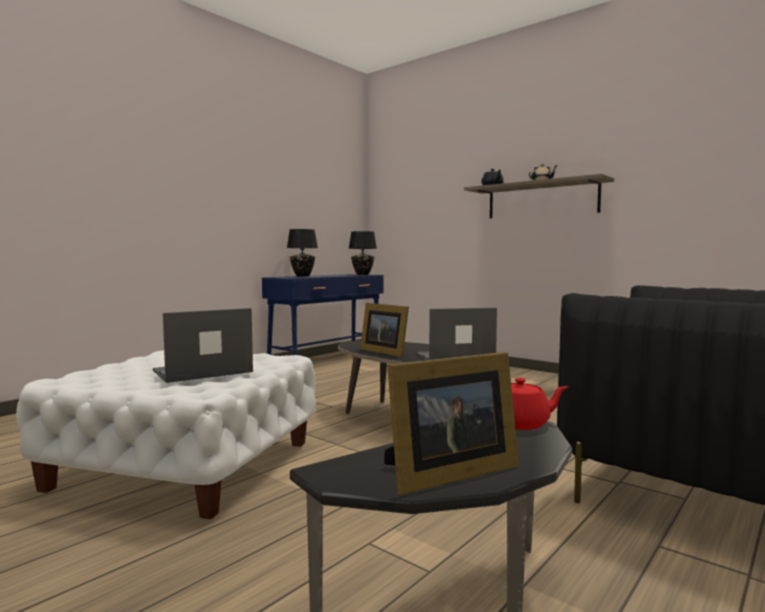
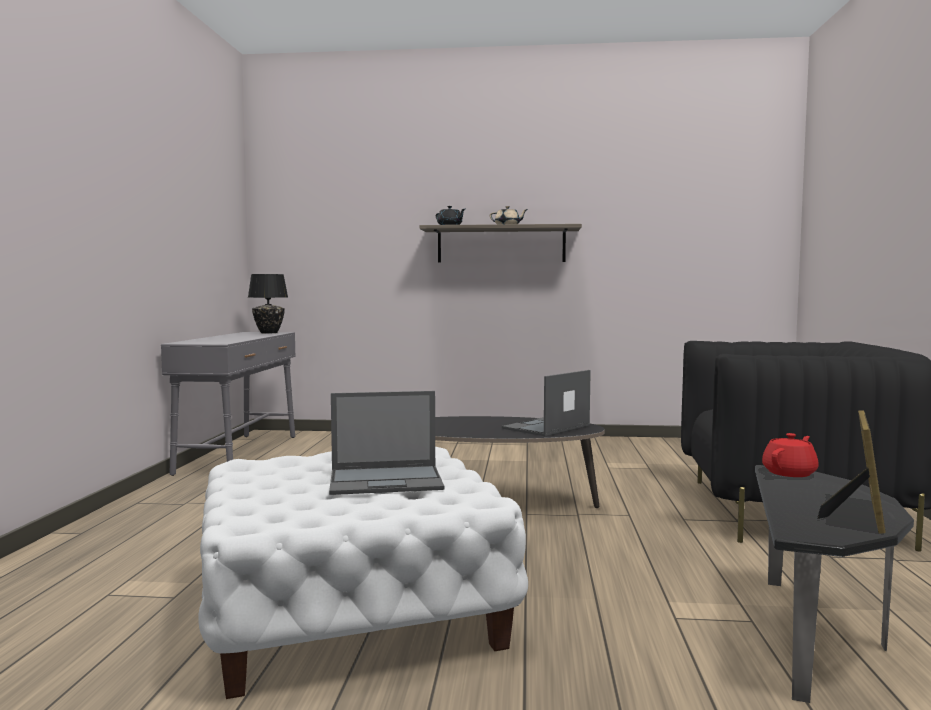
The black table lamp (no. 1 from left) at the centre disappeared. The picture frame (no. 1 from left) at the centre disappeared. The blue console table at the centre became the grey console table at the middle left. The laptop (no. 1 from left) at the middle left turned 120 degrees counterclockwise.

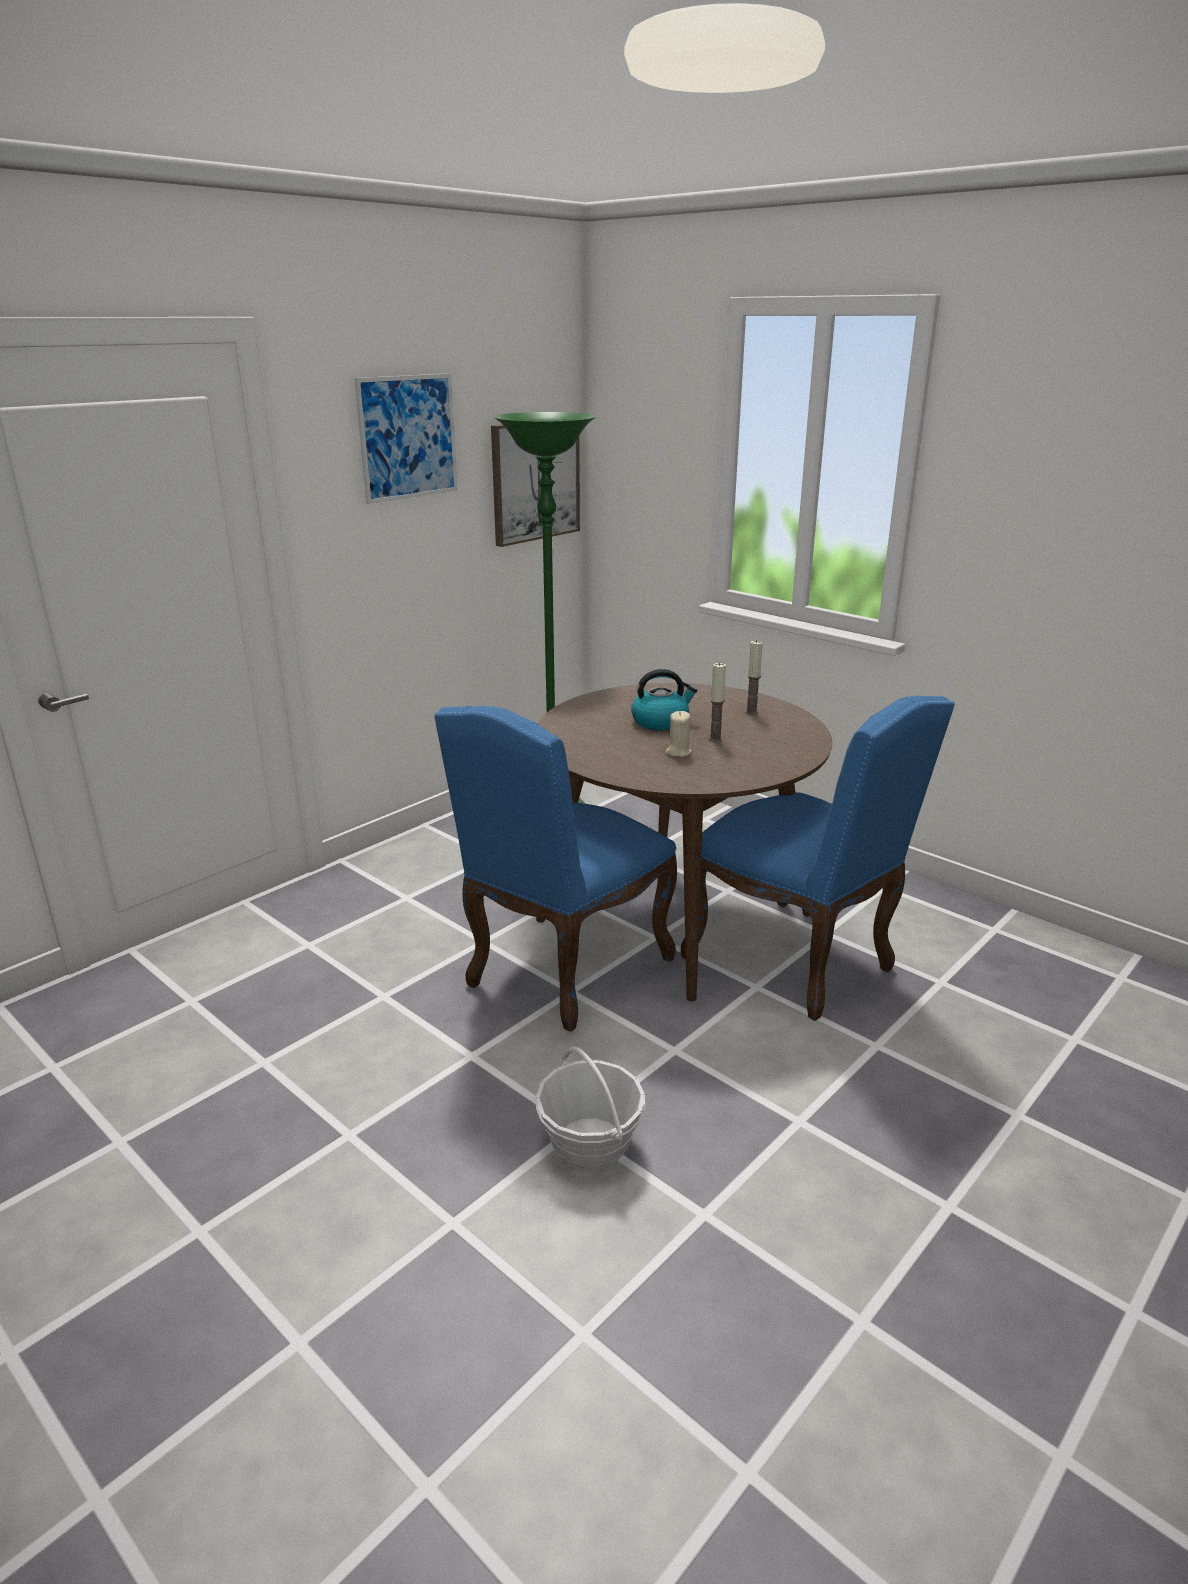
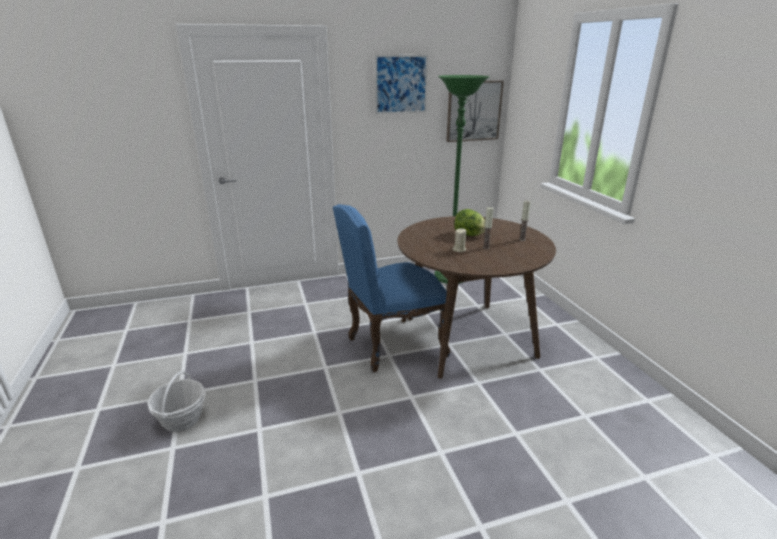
The blue chair (no. 2 from left) at the middle right disappeared. The basket moved from the bottom centre to the bottom left. The kettle at the centre was replaced by the lettuce at the centre.

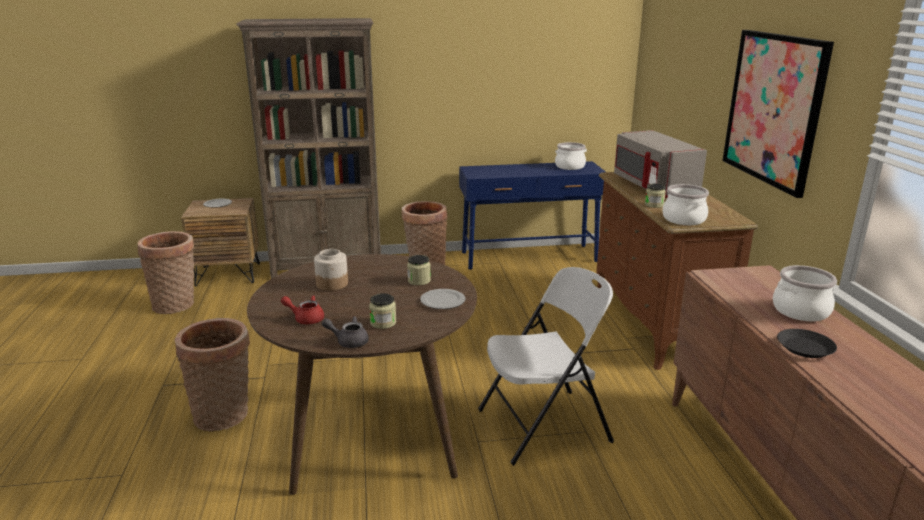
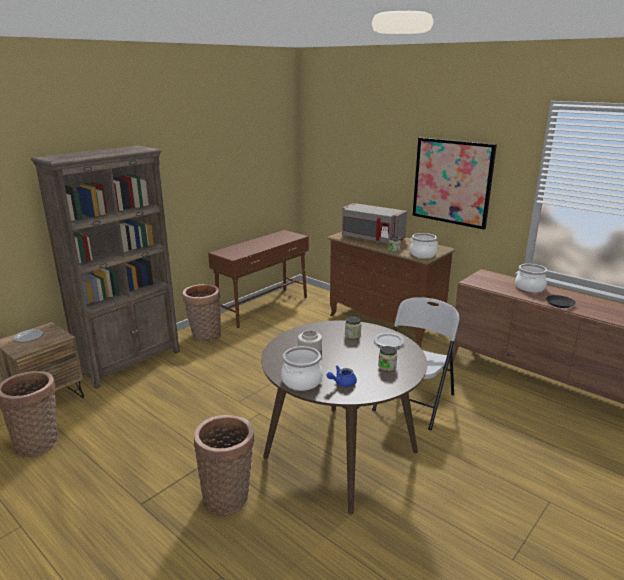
The grey teapot at the centre disappeared. The cooking pot (no. 1 from left) moved from the top centre to the centre. The red teapot at the middle left became the blue teapot at the centre. The blue console table at the centre became the brown console table at the centre.

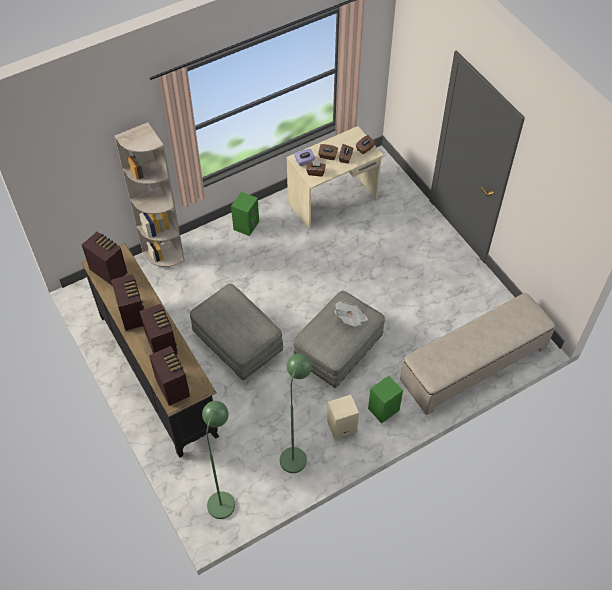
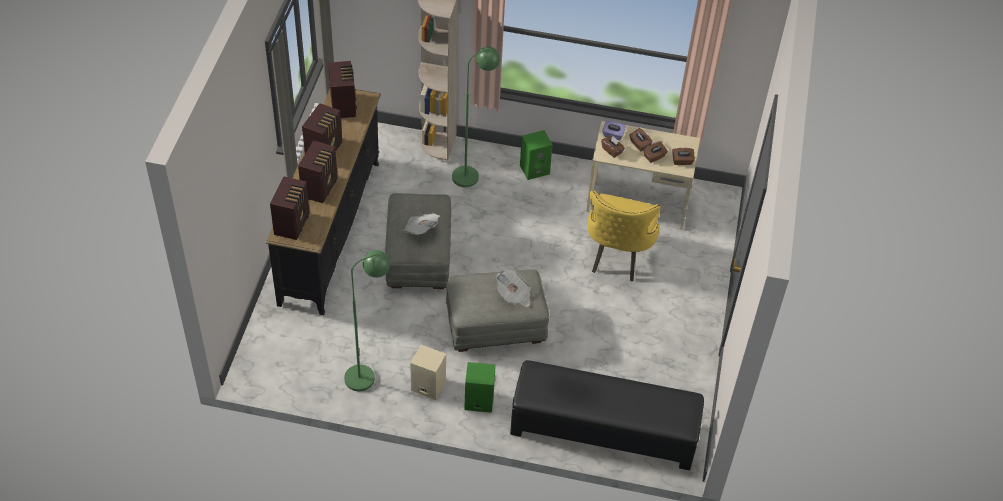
The newspaper (no. 1 from left) at the centre appeared. The yellow chair at the centre appeared. The green floor lamp (no. 1 from left in the first image) moved from the bottom centre to the top centre. The beige bench at the middle right became the black bench at the bottom centre.

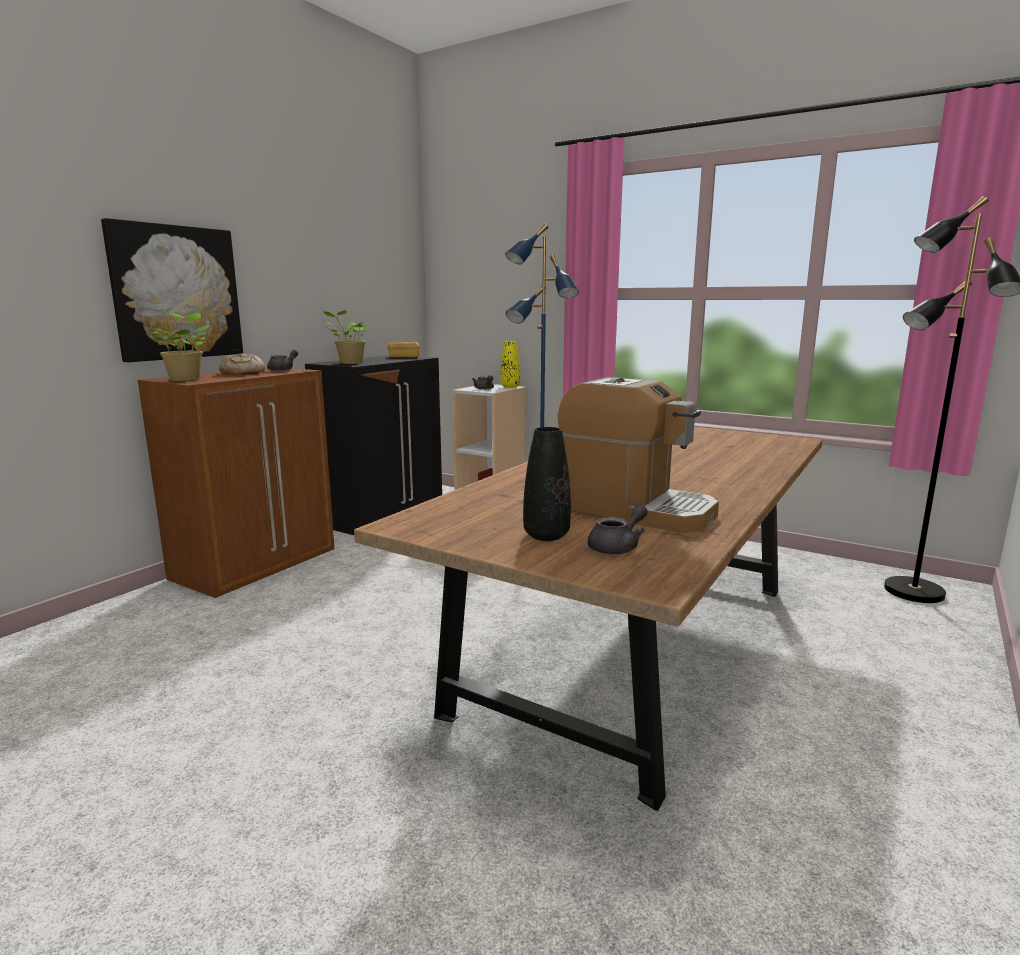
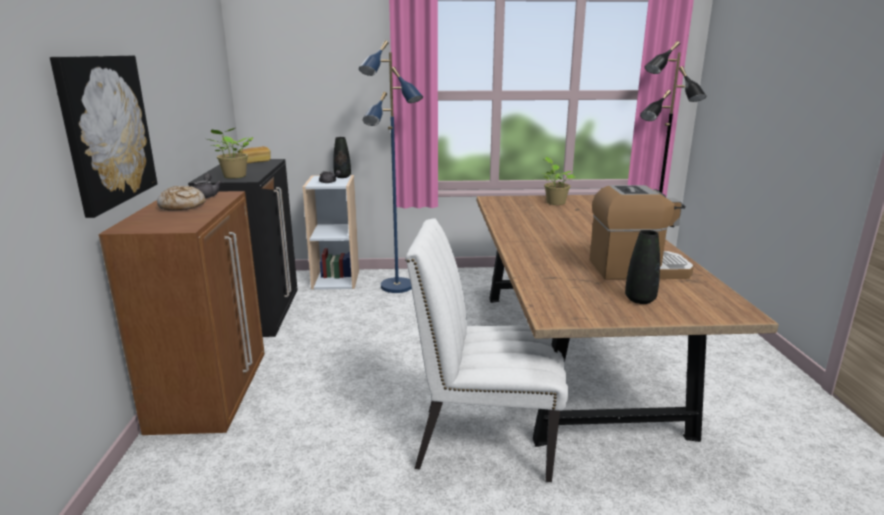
The grey teapot (no. 3 from left) at the centre disappeared. The white chair at the bottom centre appeared. The potted plant (no. 1 from left in the first image) moved from the middle left to the centre. The yellow vase at the centre became the black vase (no. 1 from left) at the top centre.

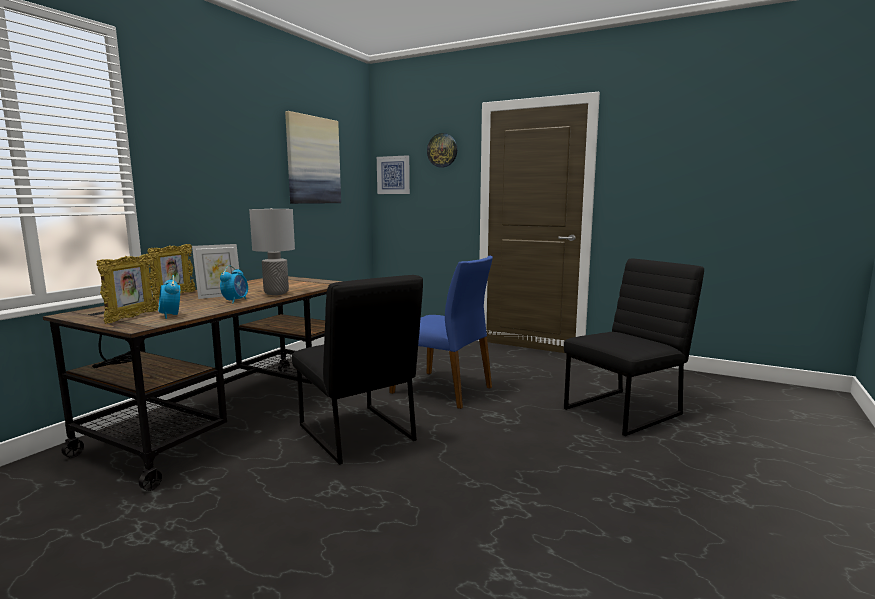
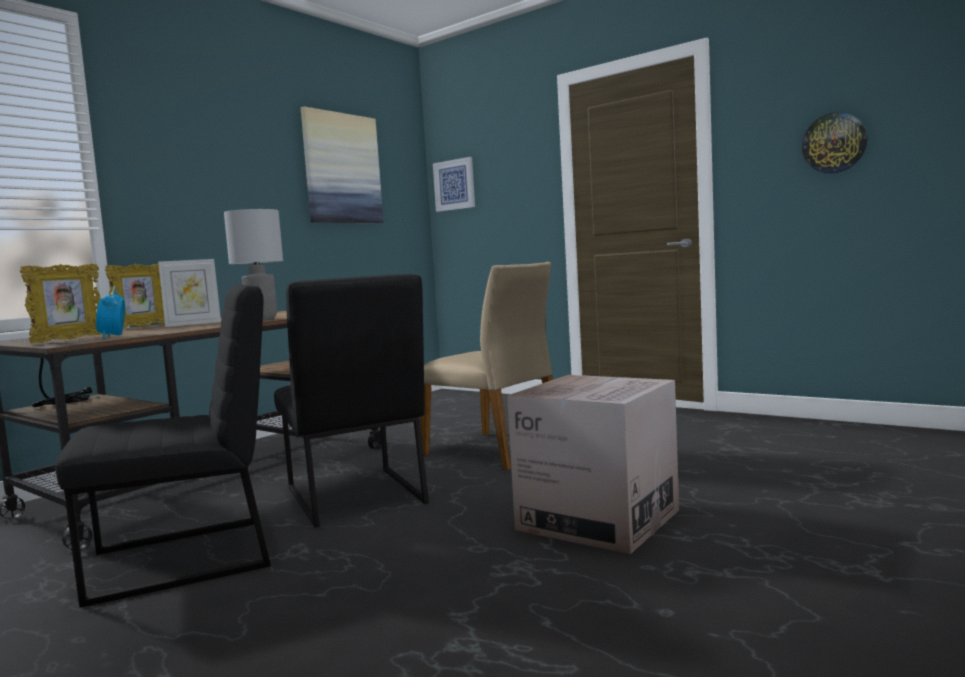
The alarm clock (no. 2 from left) at the middle left disappeared. The cardboard box at the bottom centre appeared. The wall clock moved from the top centre to the top right. The black chair (no. 2 from left in the first image) moved from the middle right to the middle left. The blue chair at the centre became the beige chair at the centre.

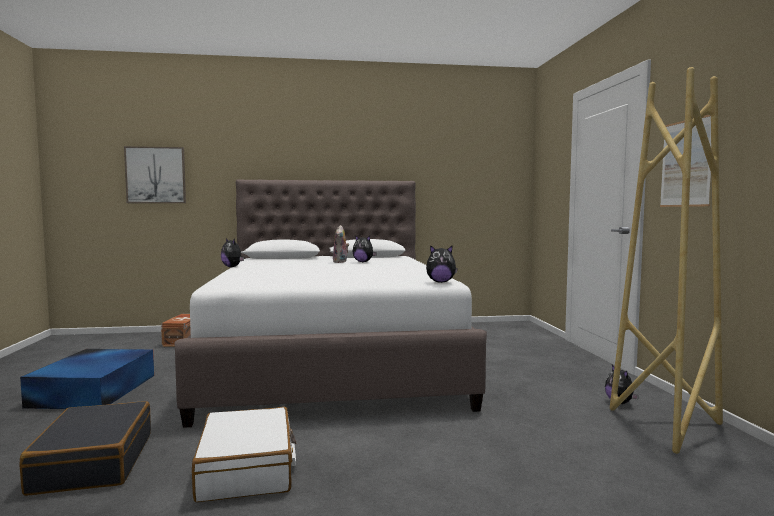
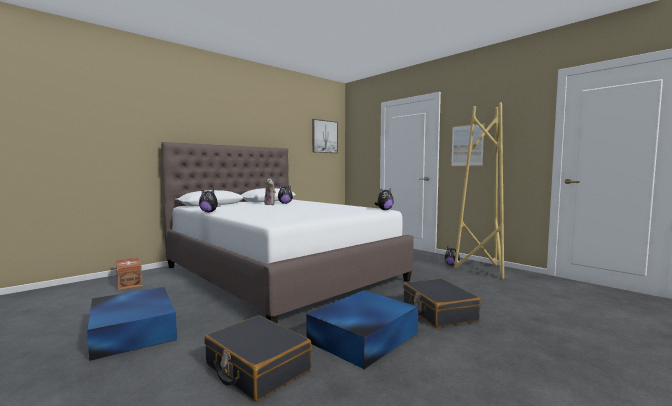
The black suitcase (no. 2 from left) at the bottom centre appeared. The picture (no. 1 from left) moved from the middle left to the centre. The white suitcase at the bottom left was replaced by the blue storage box (no. 2 from left) at the bottom centre.

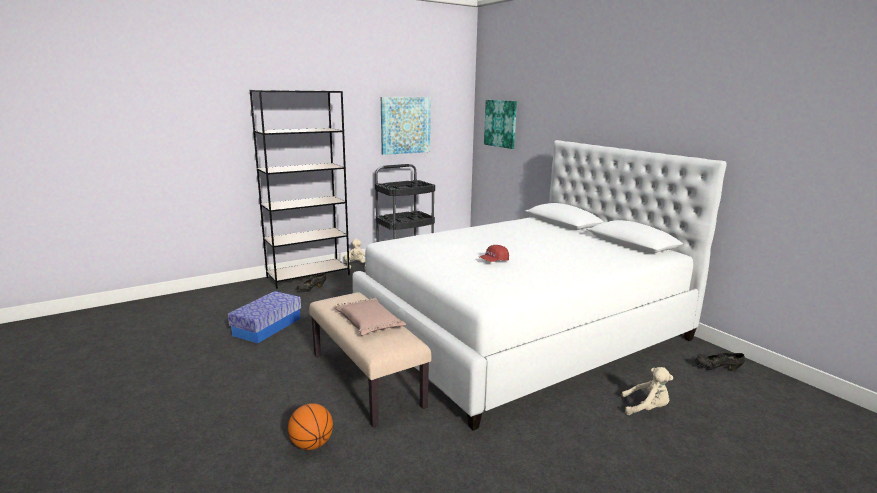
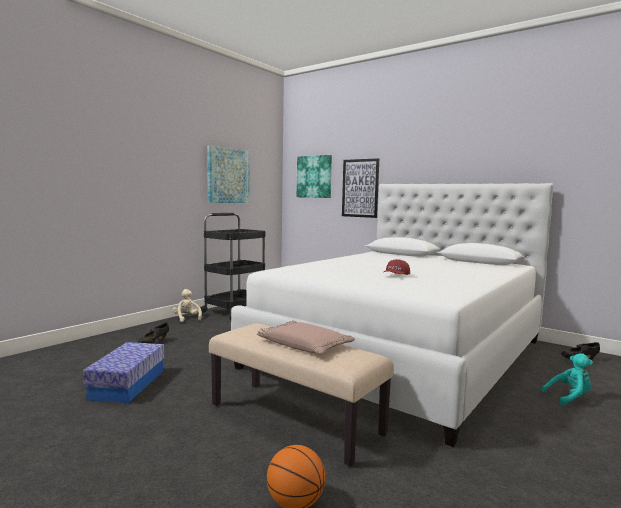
The beige bookcase at the centre disappeared. The picture (no. 3 from left) at the centre appeared. The beige plush toy (no. 2 from left) at the bottom right became the turquoise plush toy at the bottom right.

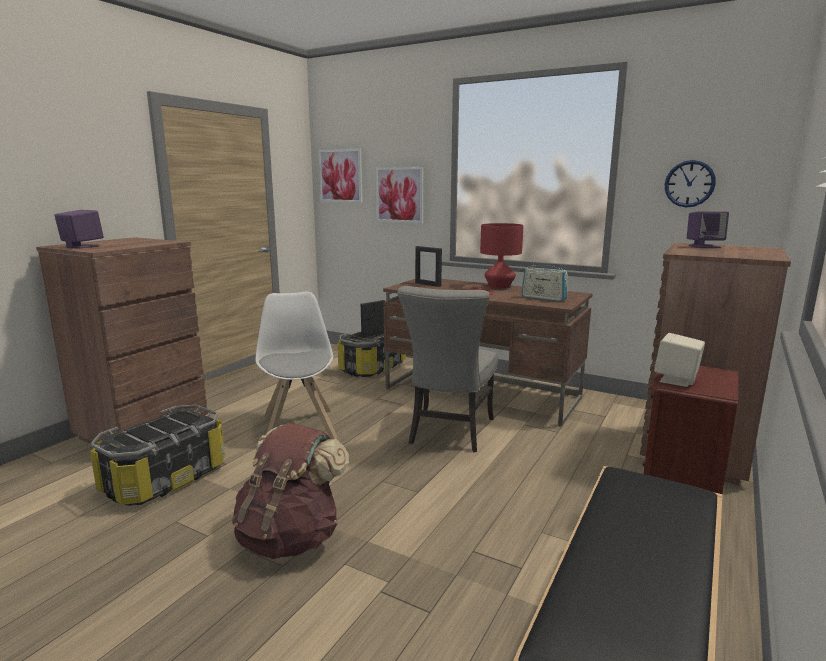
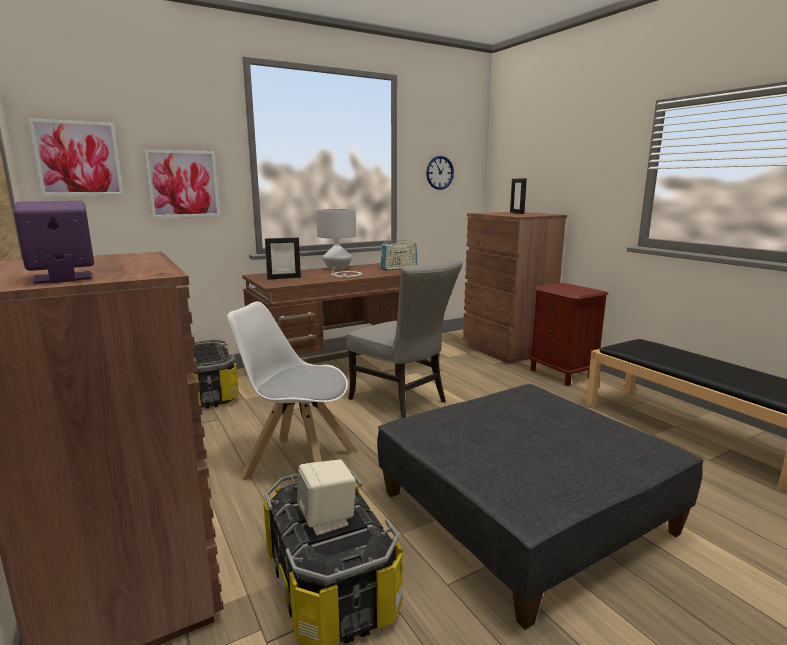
The purple speaker (no. 2 from left) at the middle right disappeared. The picture frame (no. 1 from left in the first image) moved from the centre to the top centre. The beige speaker moved from the middle right to the bottom centre. The brown backpack at the bottom centre was replaced by the grey ottoman at the bottom right. The red table lamp at the centre became the white table lamp at the centre.

